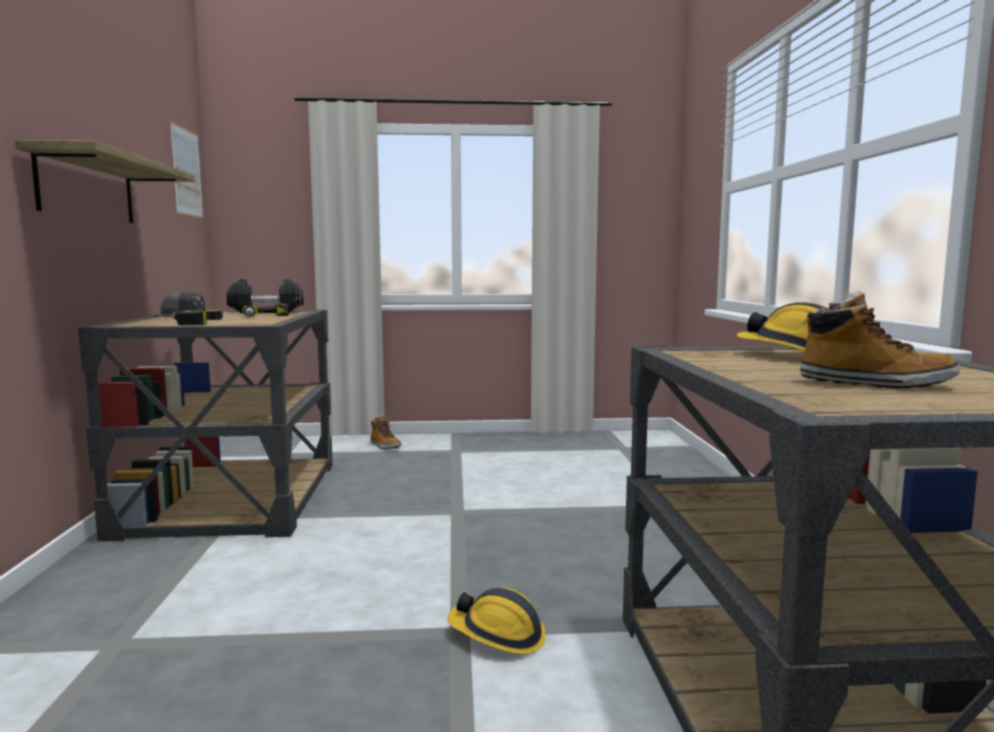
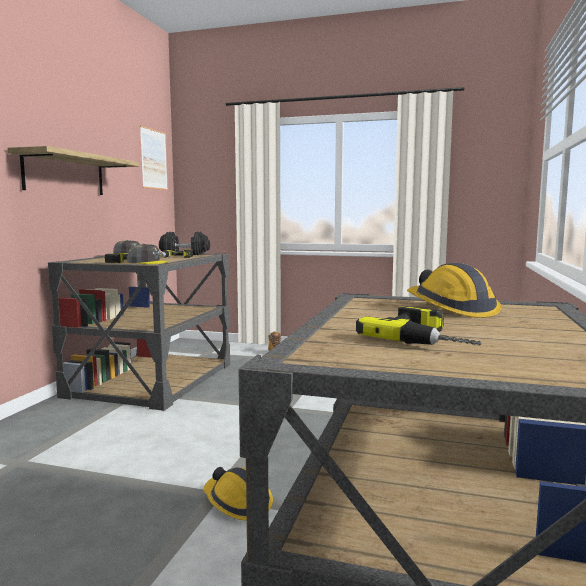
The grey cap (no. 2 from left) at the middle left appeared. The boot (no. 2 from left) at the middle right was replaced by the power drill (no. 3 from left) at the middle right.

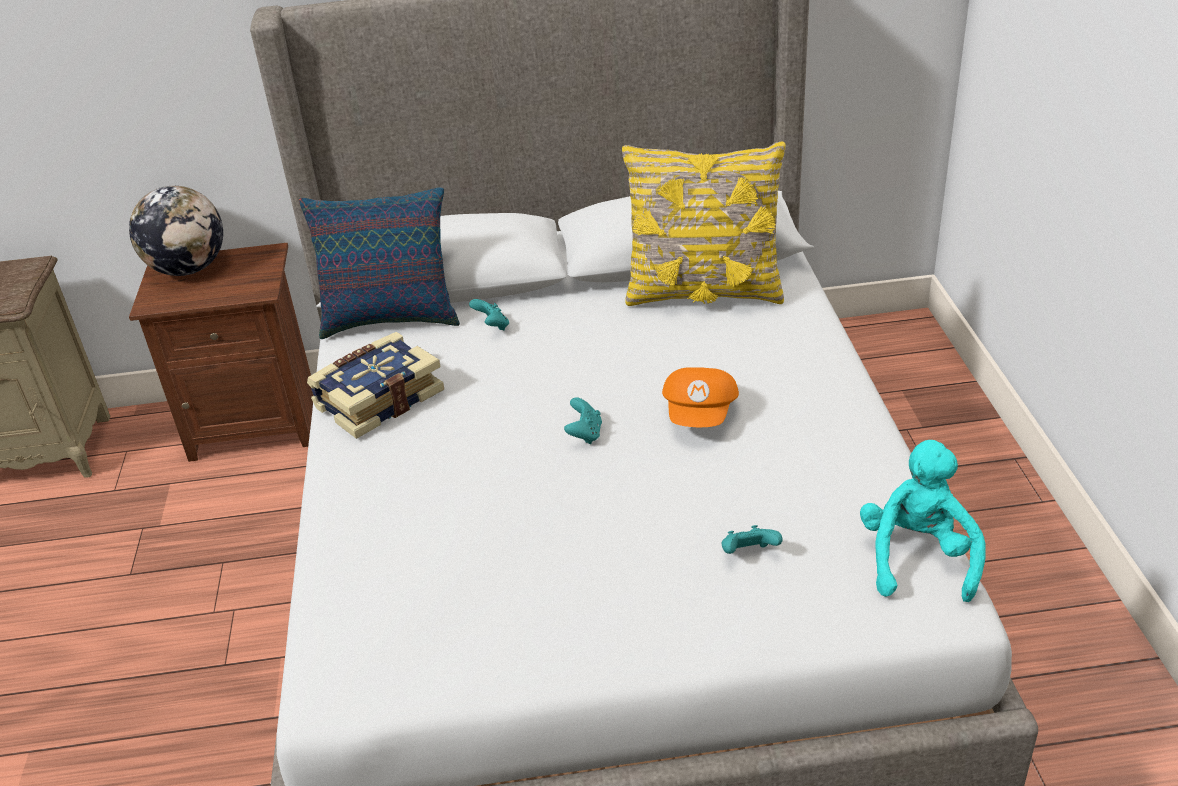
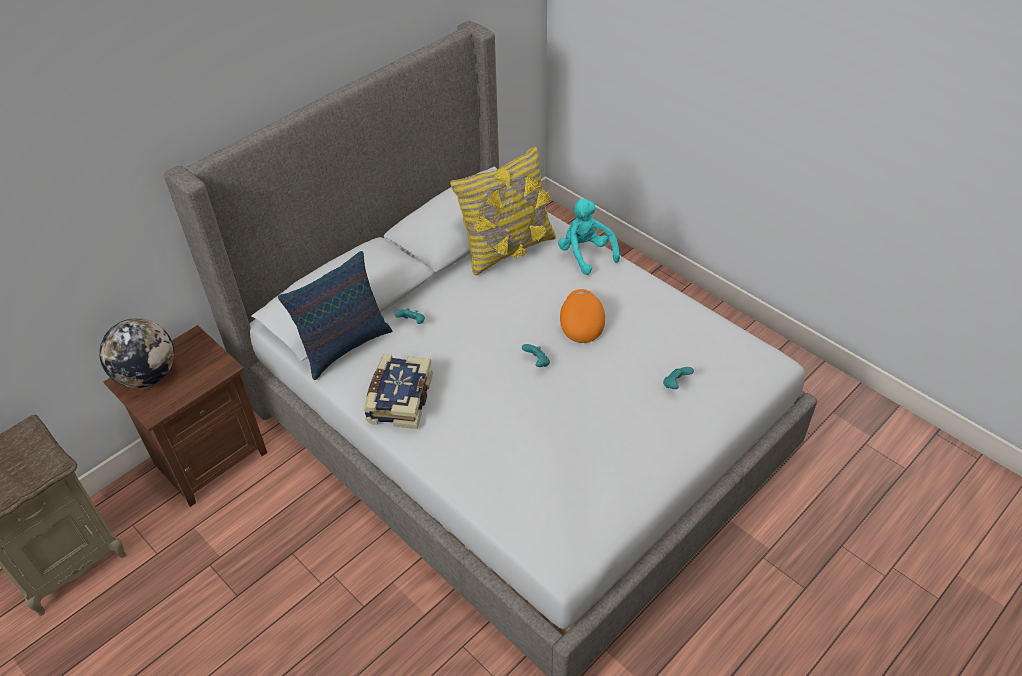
The turquoise plush toy moved from the middle right to the centre. The orange cap at the centre turned 150 degrees counterclockwise.

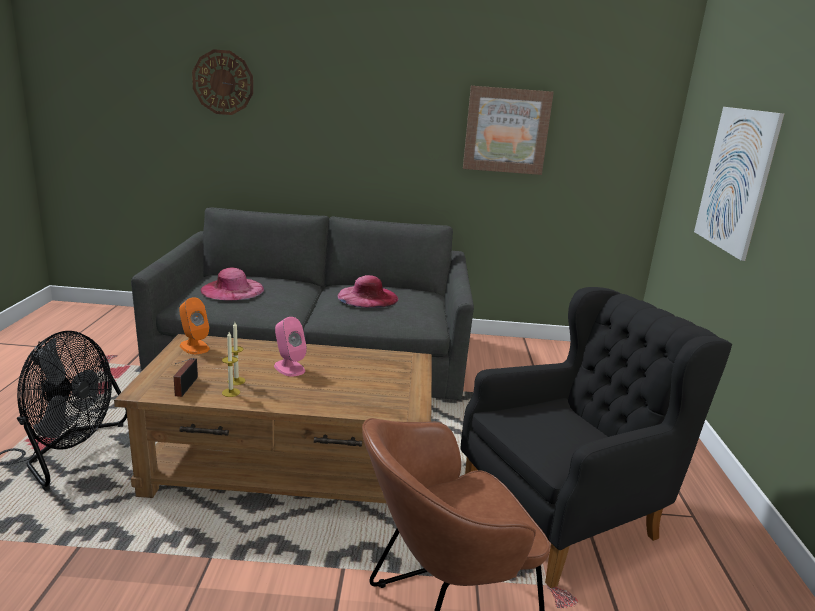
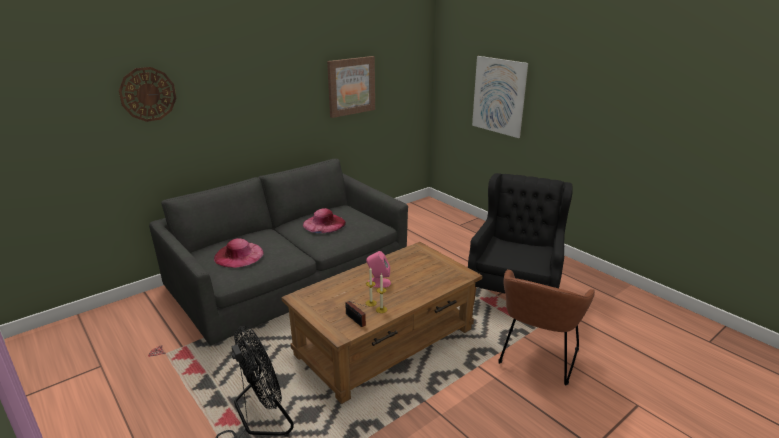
The orange speaker at the middle left disappeared.

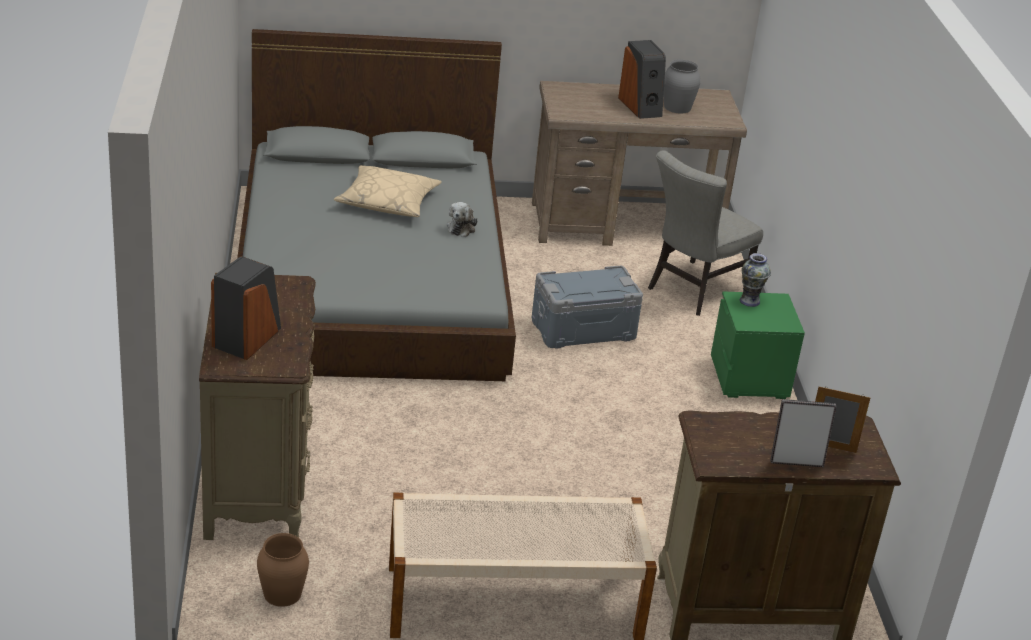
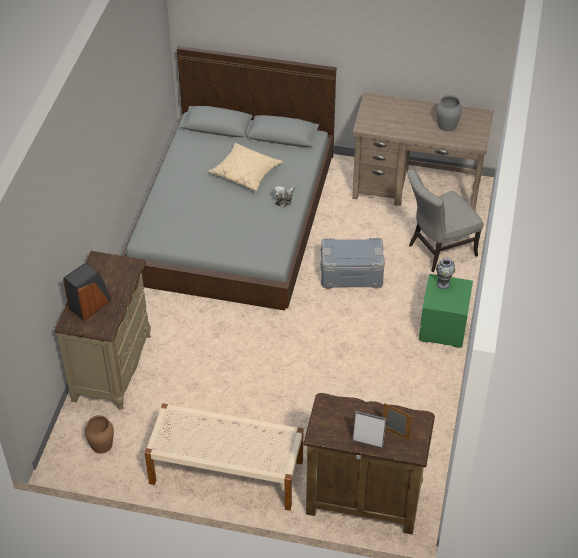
The speaker (no. 2 from left) at the top centre disappeared.

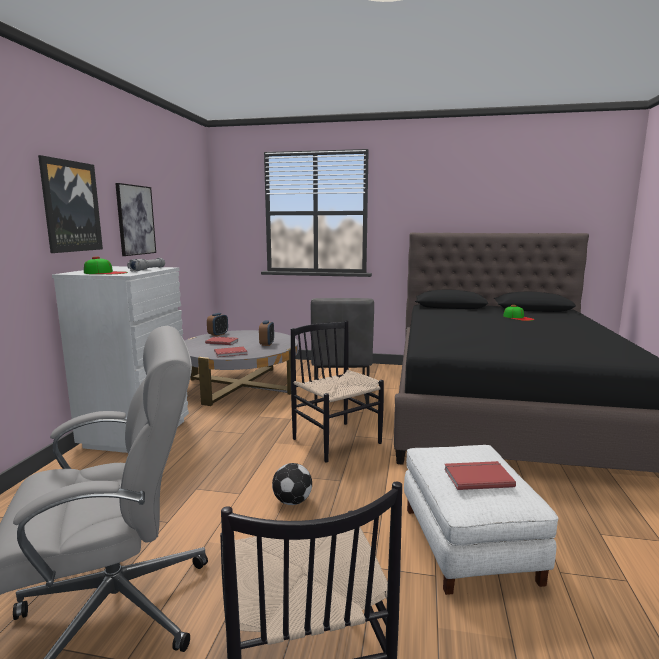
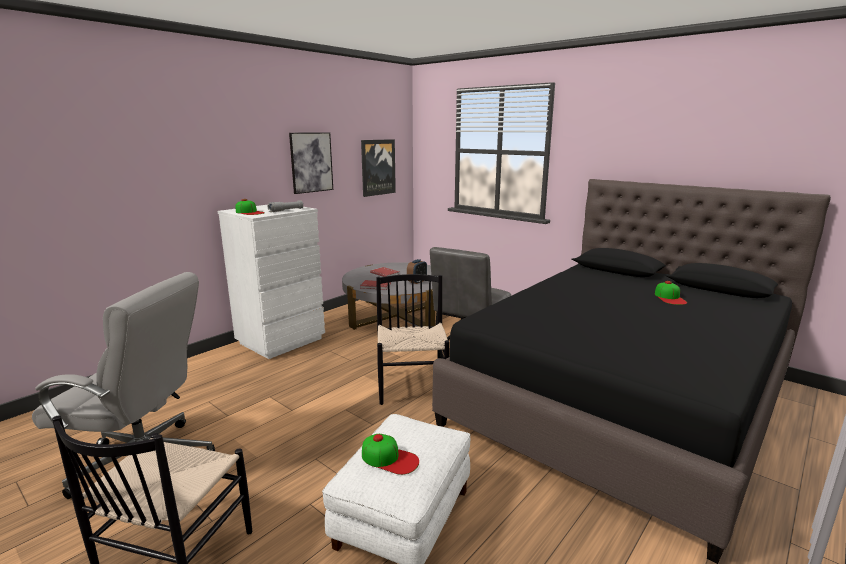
The alarm clock (no. 1 from left) at the middle left disappeared. The football at the bottom centre disappeared. The picture (no. 1 from left in the first image) moved from the top left to the top centre. The red book (no. 3 from left) at the bottom right was replaced by the cap (no. 2 from left) at the bottom centre.

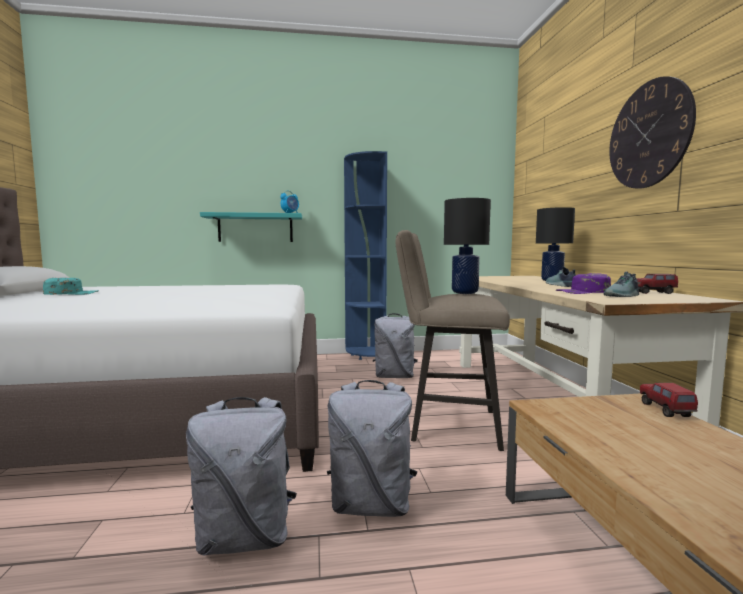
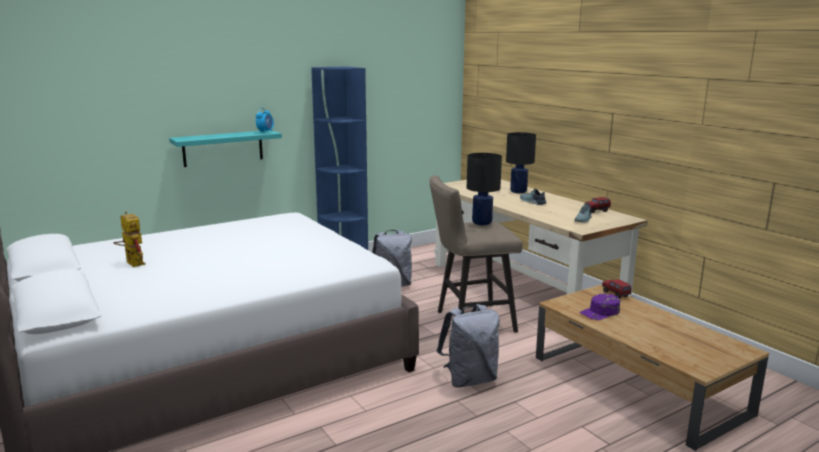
The grey backpack (no. 1 from left) at the bottom left disappeared. The wall clock at the top right disappeared. The purple cap moved from the middle right to the bottom right. The turquoise cap at the middle left was replaced by the toy robot at the middle left.

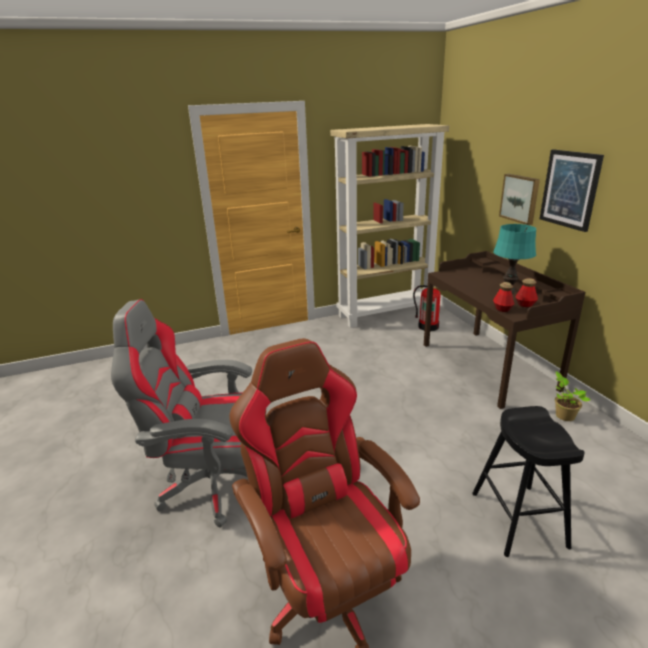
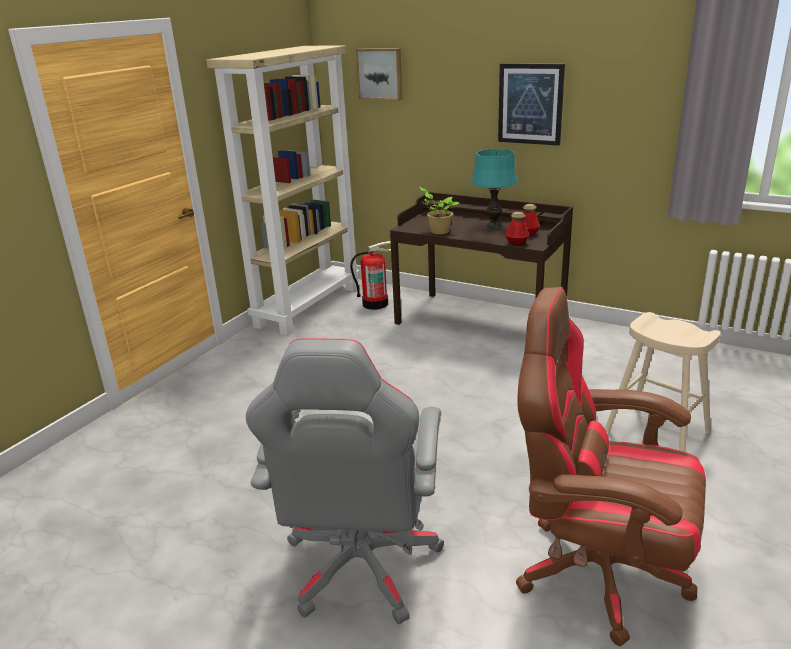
The picture (no. 1 from left) moved from the top right to the top centre. The potted plant moved from the middle right to the top centre. The black stool at the bottom right became the beige stool at the middle right. The grey office chair at the middle left turned 45 degrees counterclockwise.

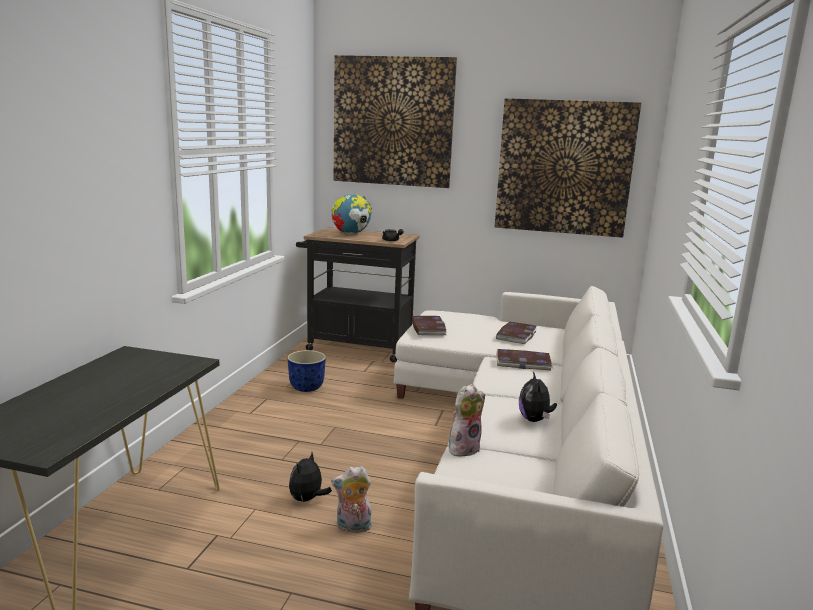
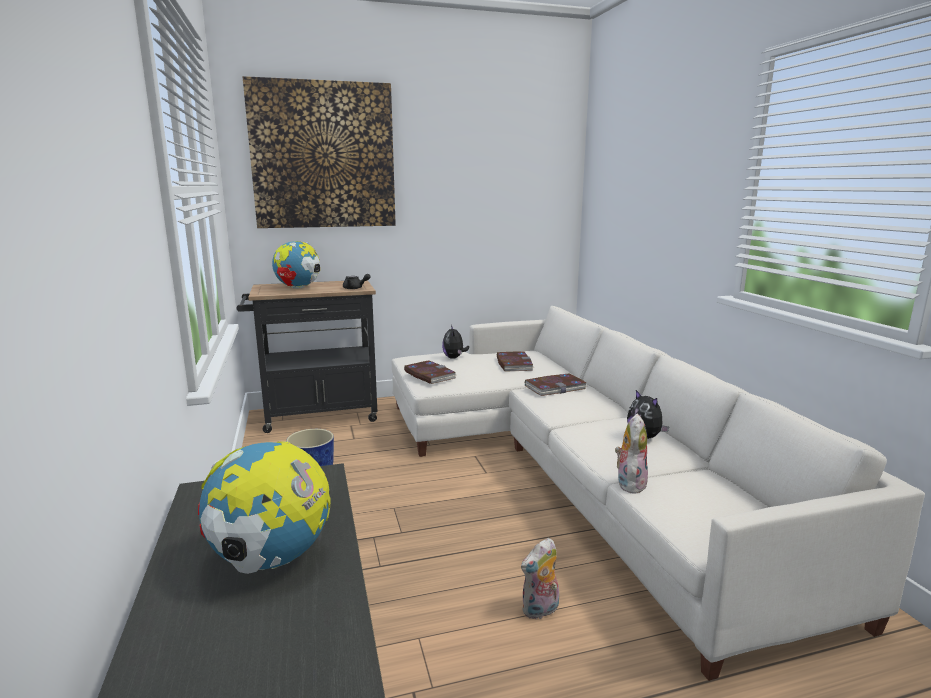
The picture (no. 2 from left) at the top right disappeared. The globe (no. 1 from left) at the bottom left appeared. The plush toy (no. 1 from left) moved from the bottom centre to the centre.

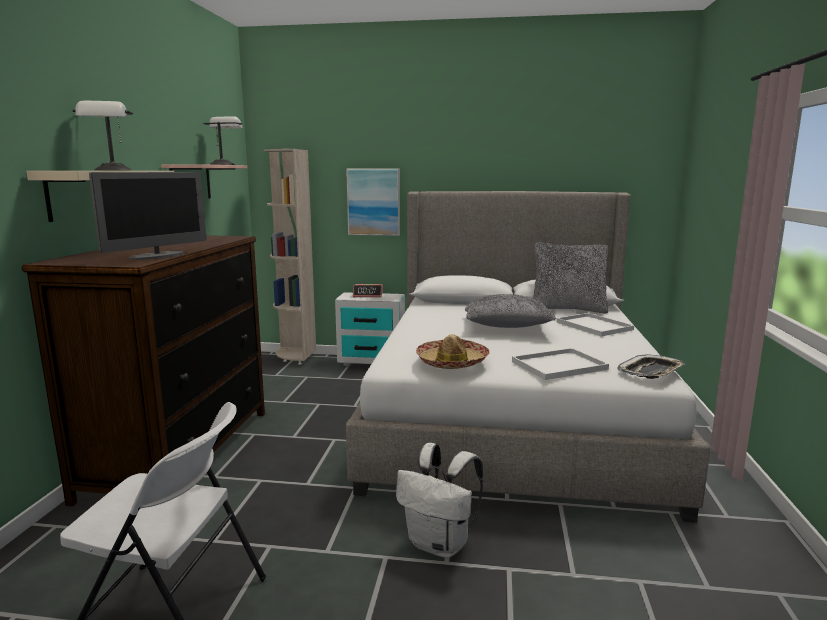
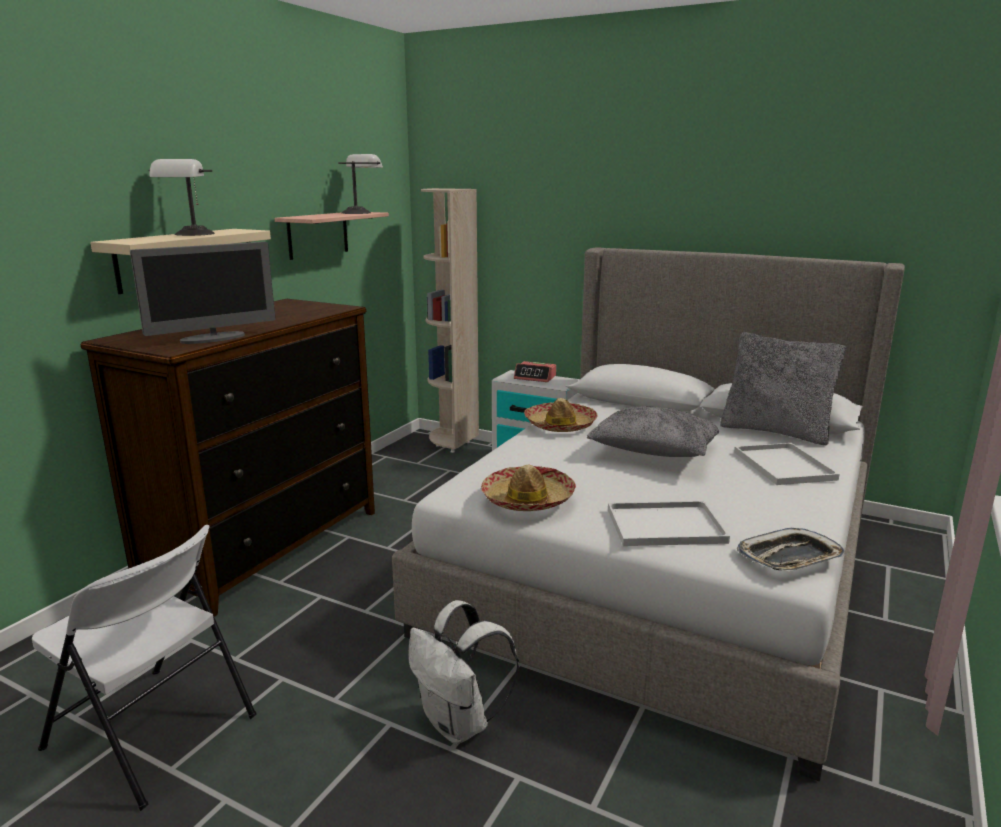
The picture at the top centre disappeared. The hat (no. 2 from left) at the centre appeared.

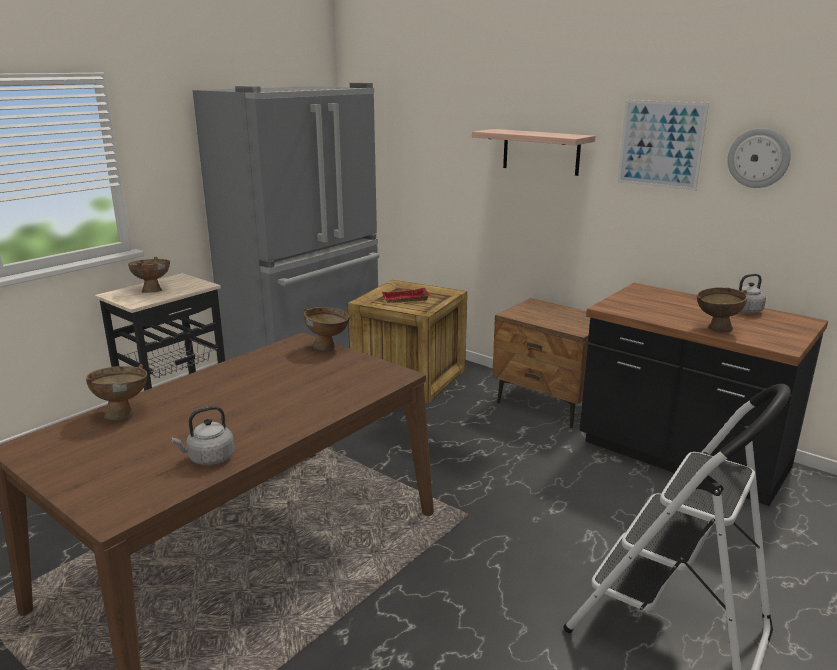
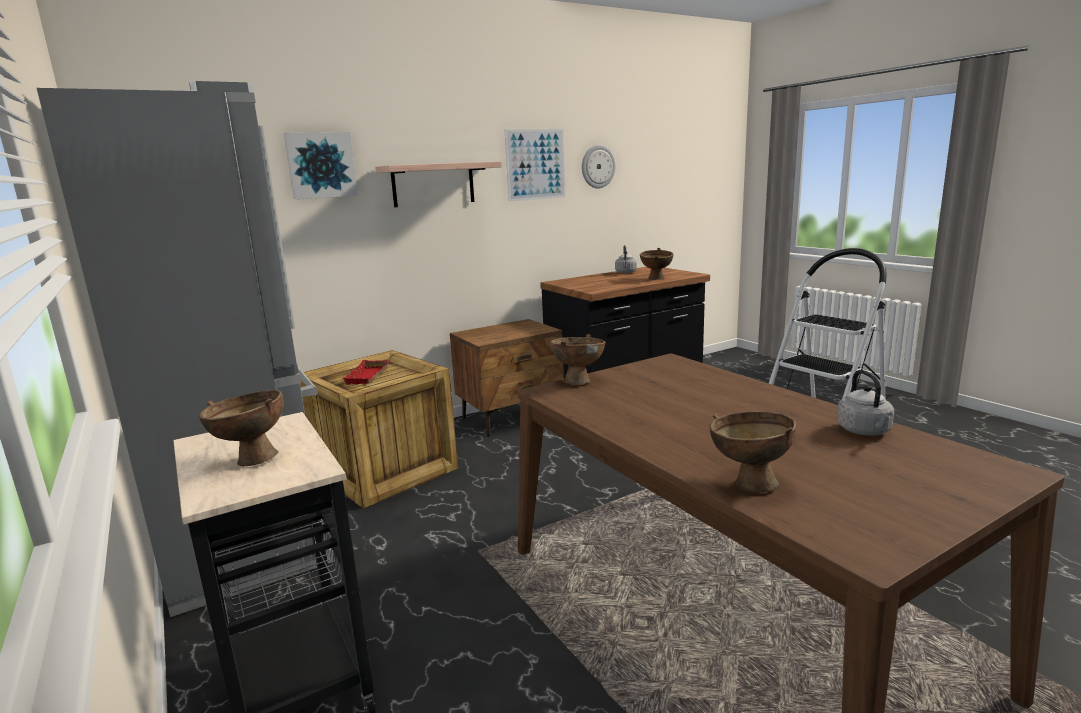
The picture (no. 1 from left) at the top left appeared.

